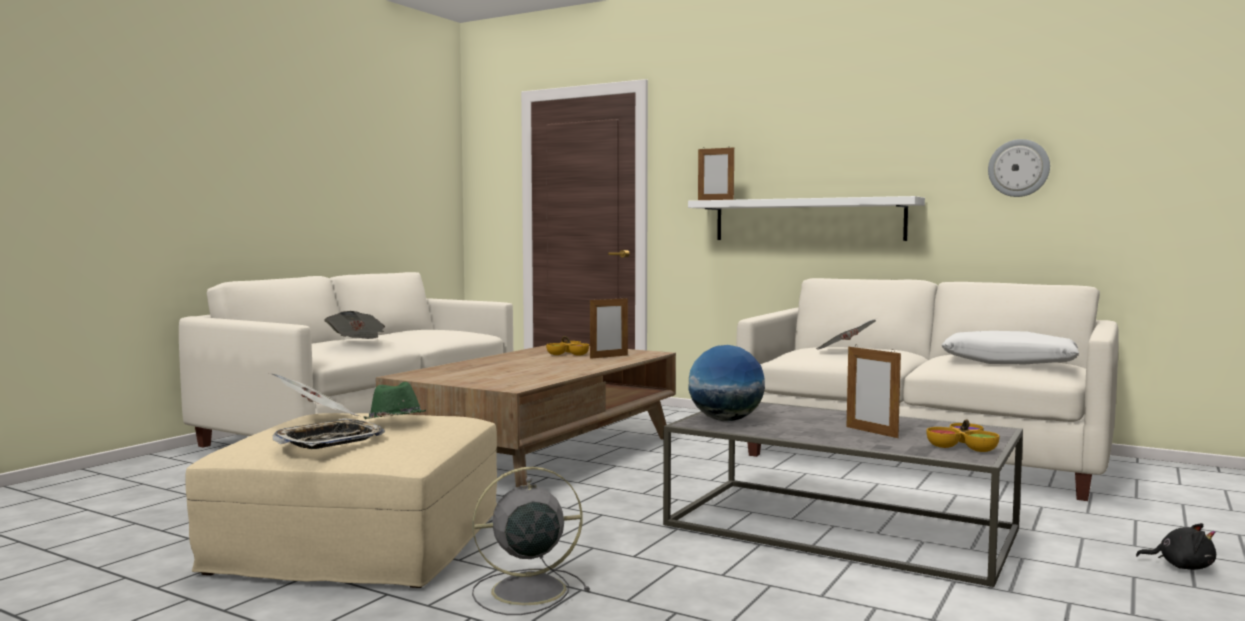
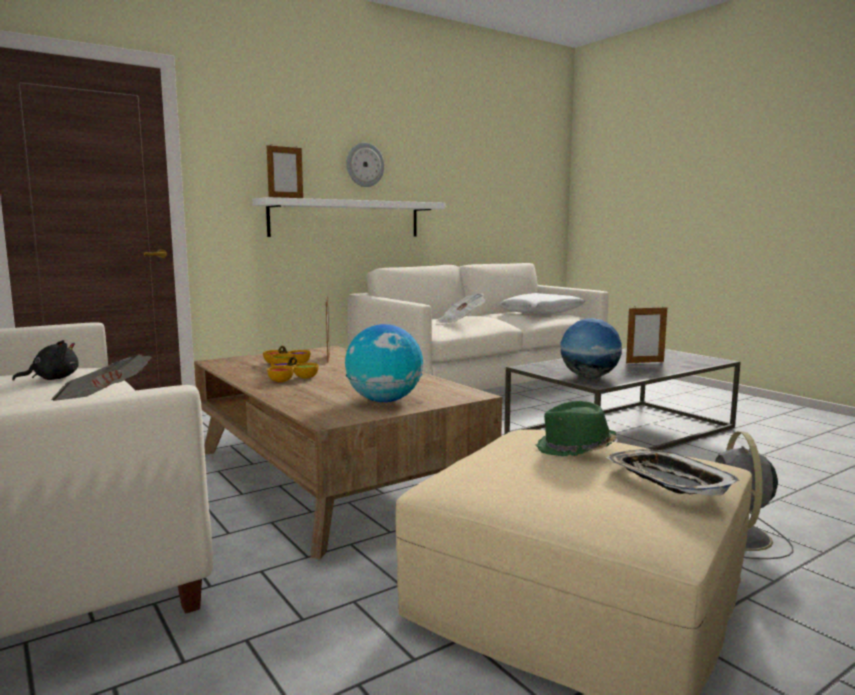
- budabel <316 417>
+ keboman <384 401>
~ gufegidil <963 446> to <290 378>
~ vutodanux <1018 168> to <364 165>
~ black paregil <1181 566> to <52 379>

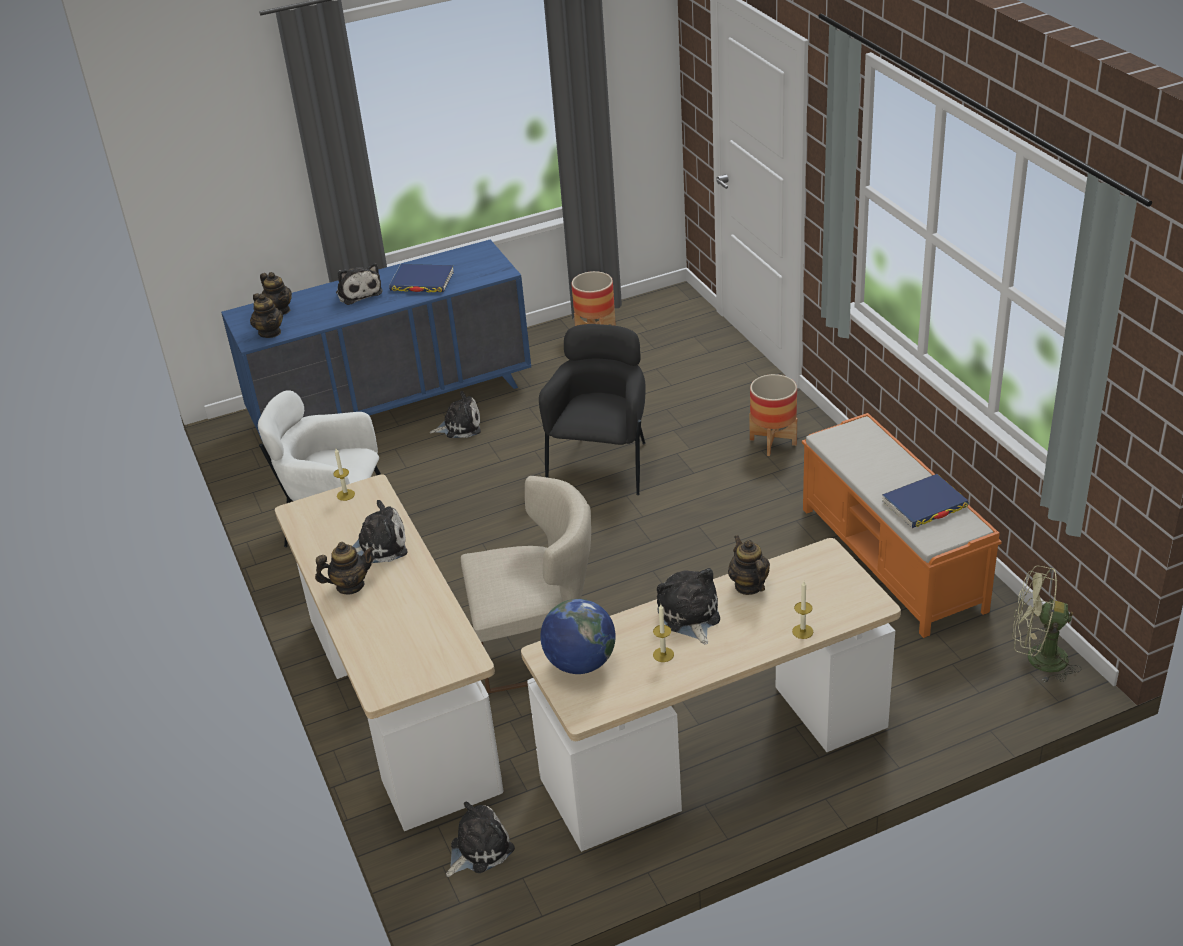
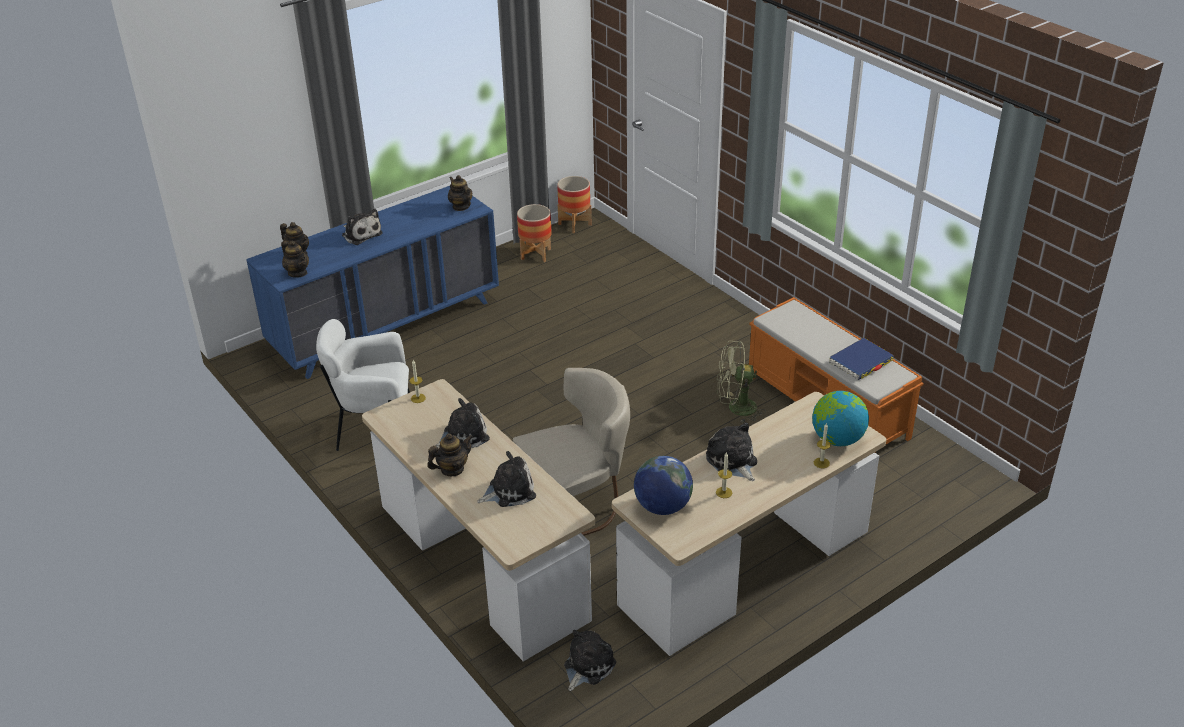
- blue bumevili <422 282>
- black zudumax <602 464>
+ keboman <837 439>
~ paregil <460 426> to <509 491>
~ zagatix <748 585> to <461 206>
~ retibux <773 442> to <575 224>
~ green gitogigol <1037 659> to <735 408>

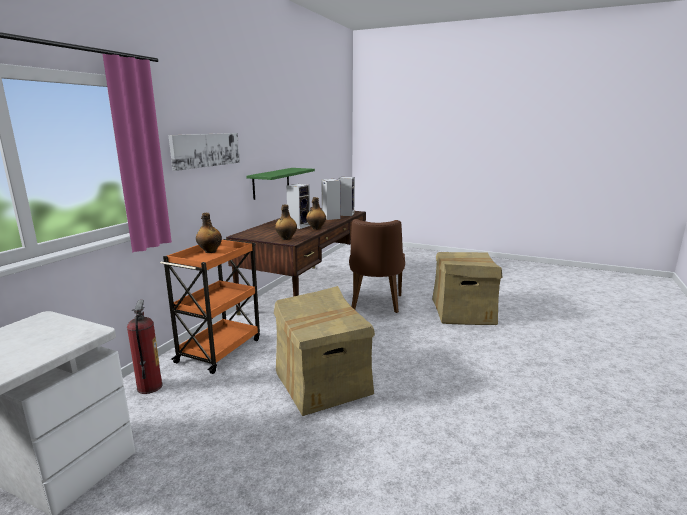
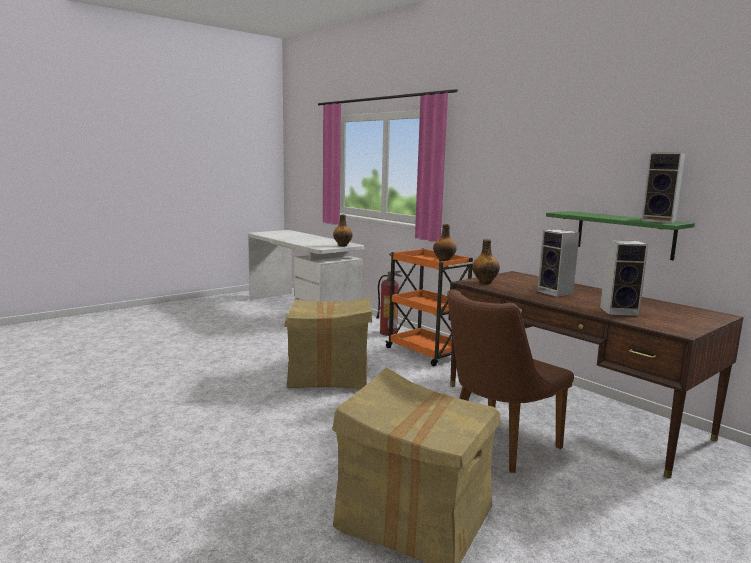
- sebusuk <206 150>
~ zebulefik <316 228> to <343 245>
~ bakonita <346 214> to <660 221>
~ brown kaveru <375 304> = <495 446> 75 degrees counterclockwise

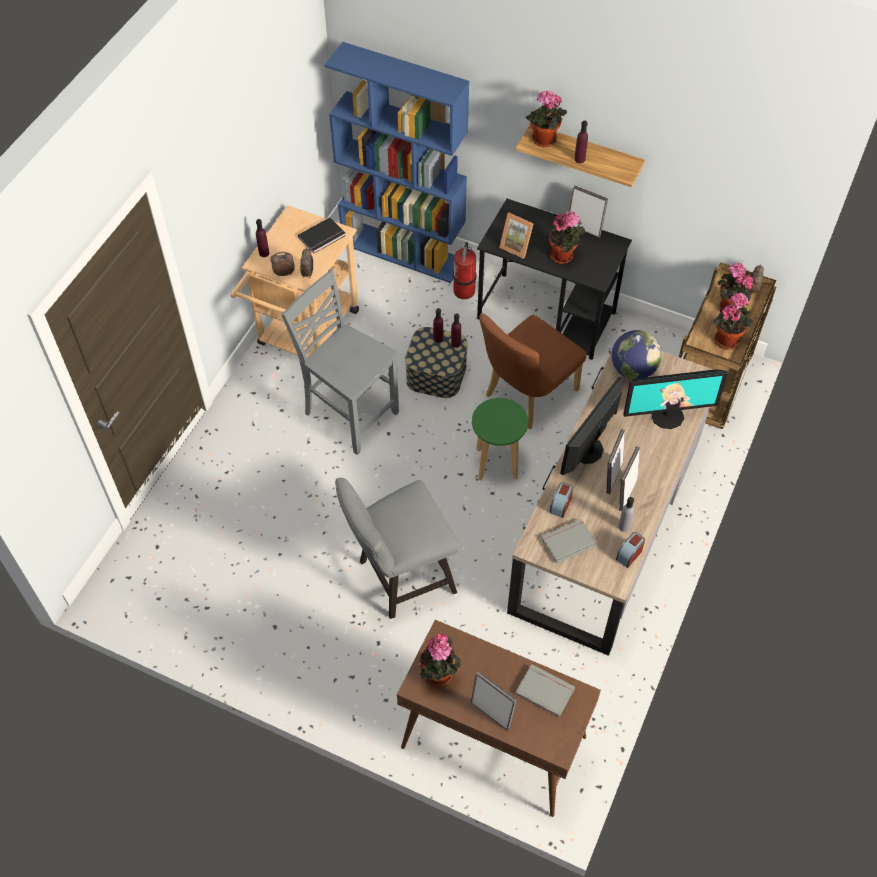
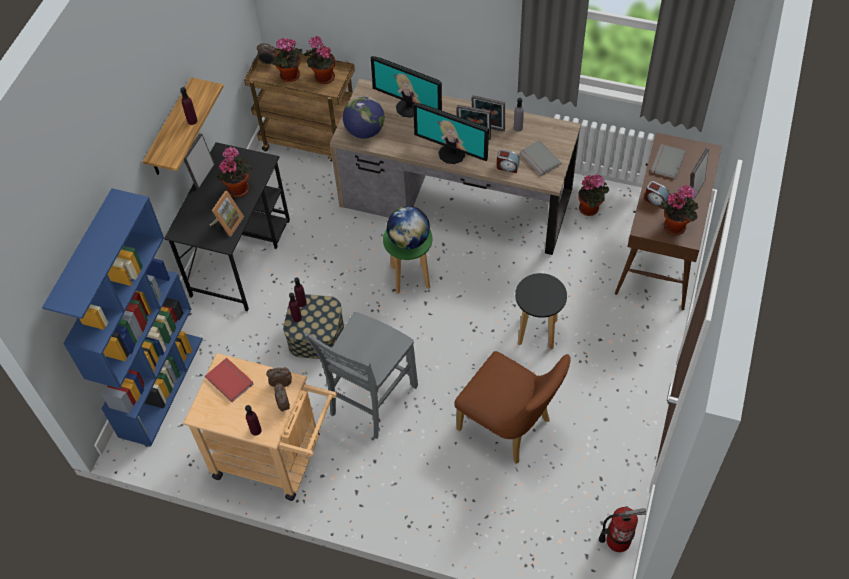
+ keboman <409 240>
~ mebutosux <464 291> to <618 540>
~ brown kaveru <526 396> to <510 427>
~ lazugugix <543 141> to <590 209>
~ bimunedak <629 554> to <655 200>
~ grey kaveru <400 578> to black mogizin <537 333>
~ black bumevili <323 237> to red bumevili <230 379>
~ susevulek <667 416> = <409 108> 135 degrees clockwise

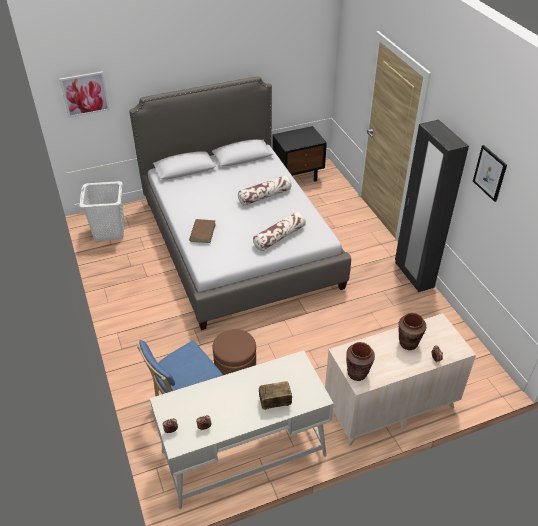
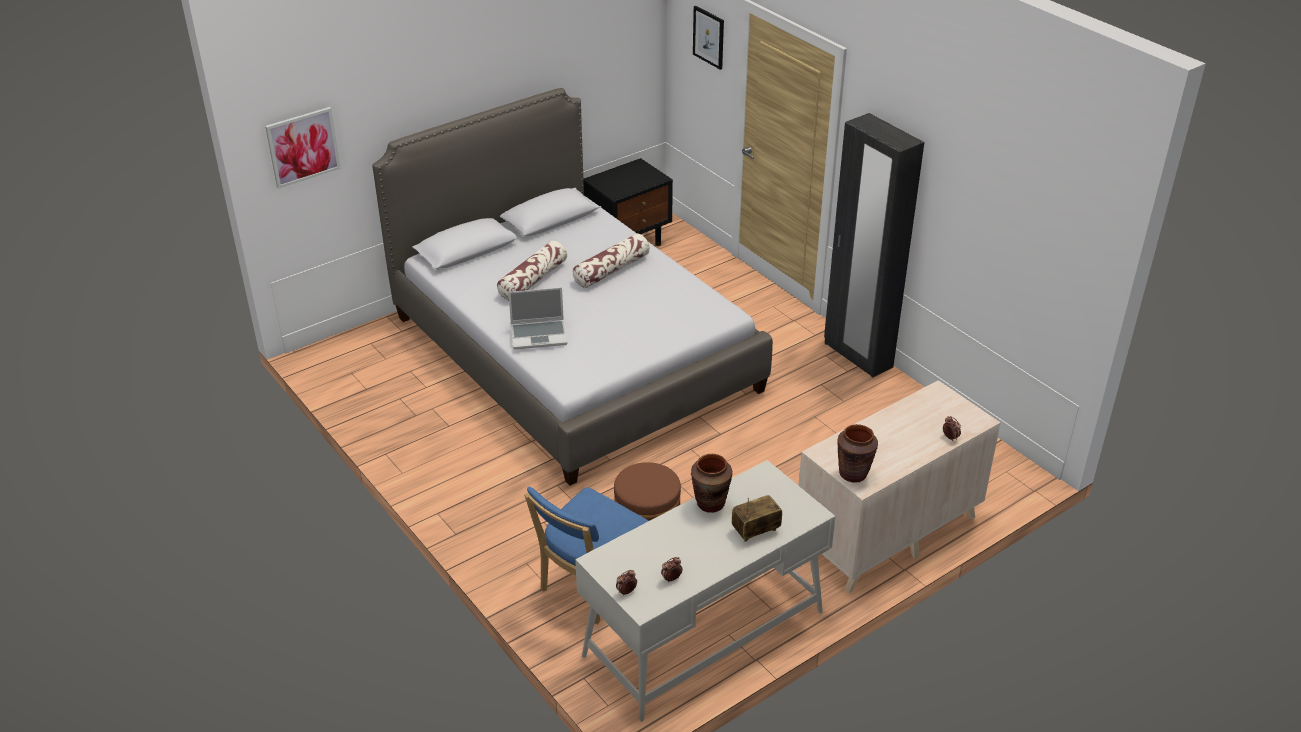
- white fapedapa <109 231>
~ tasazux <279 237> to <533 280>
~ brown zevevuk <408 343> to <710 503>
~ sebusuk <490 173> to <709 37>
~ brown bumevili <202 232> to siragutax <539 335>

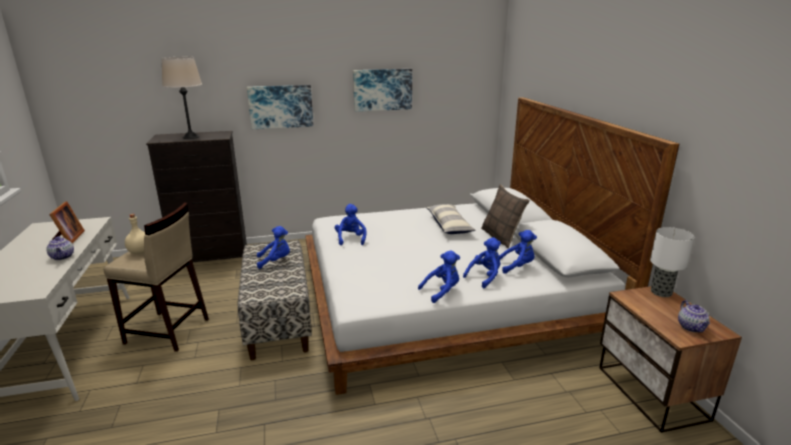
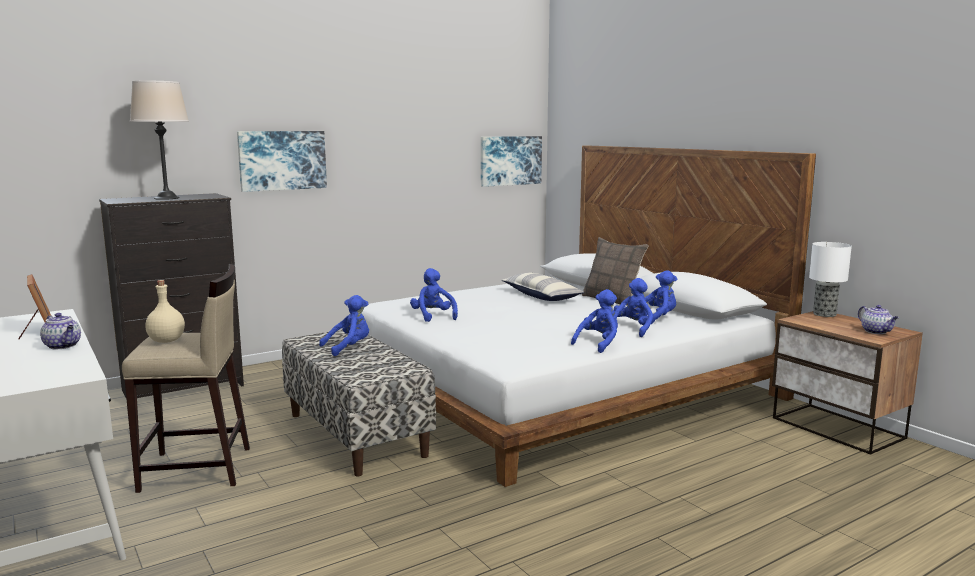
~ sebusuk <382 89> to <510 160>

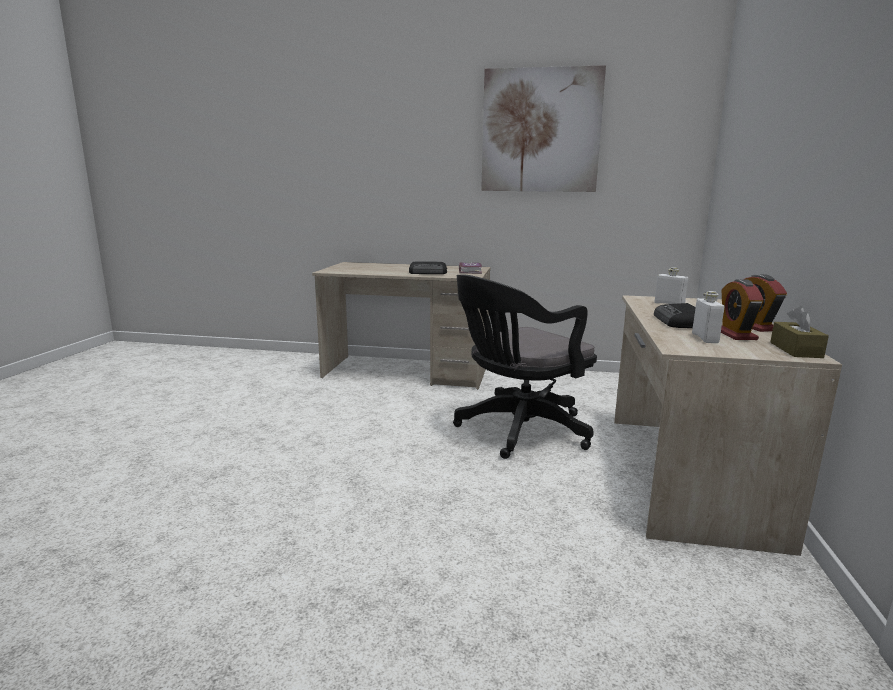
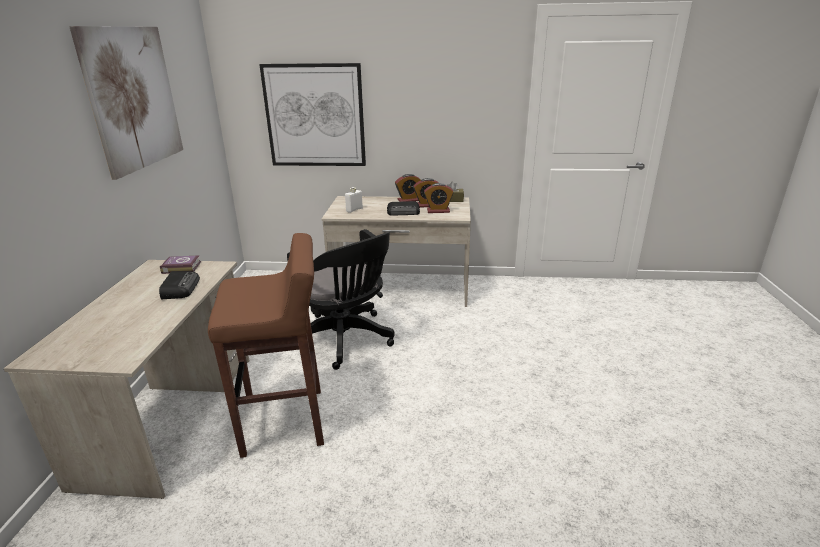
+ brown mogizin <285 422>
+ sebusuk <315 116>
~ white zebulefik <705 338> to bimunedak <438 211>

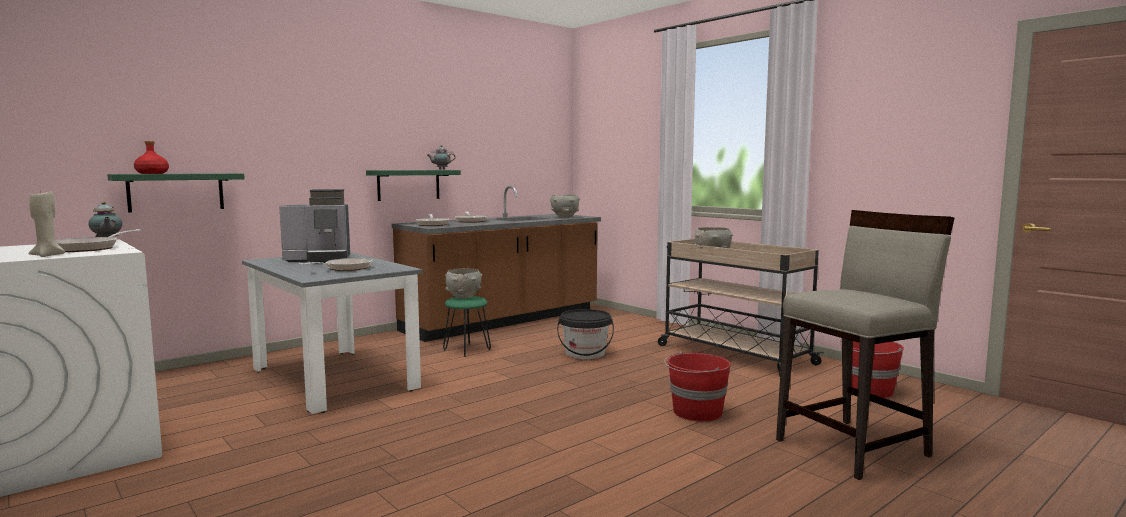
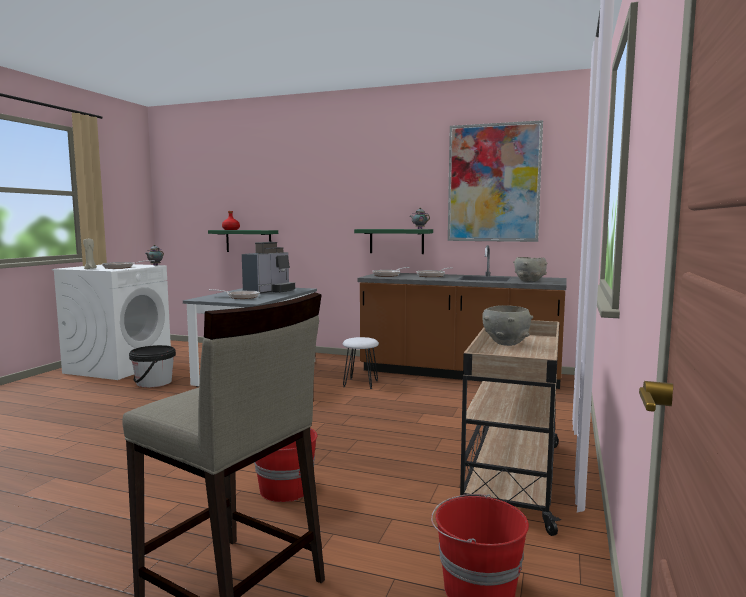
- grey gufegidil <463 297>
+ sebusuk <493 183>
~ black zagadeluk <585 353> to <154 382>
~ green mogizin <466 350> to white mogizin <360 383>
~ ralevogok <320 260> = <269 291> 105 degrees counterclockwise

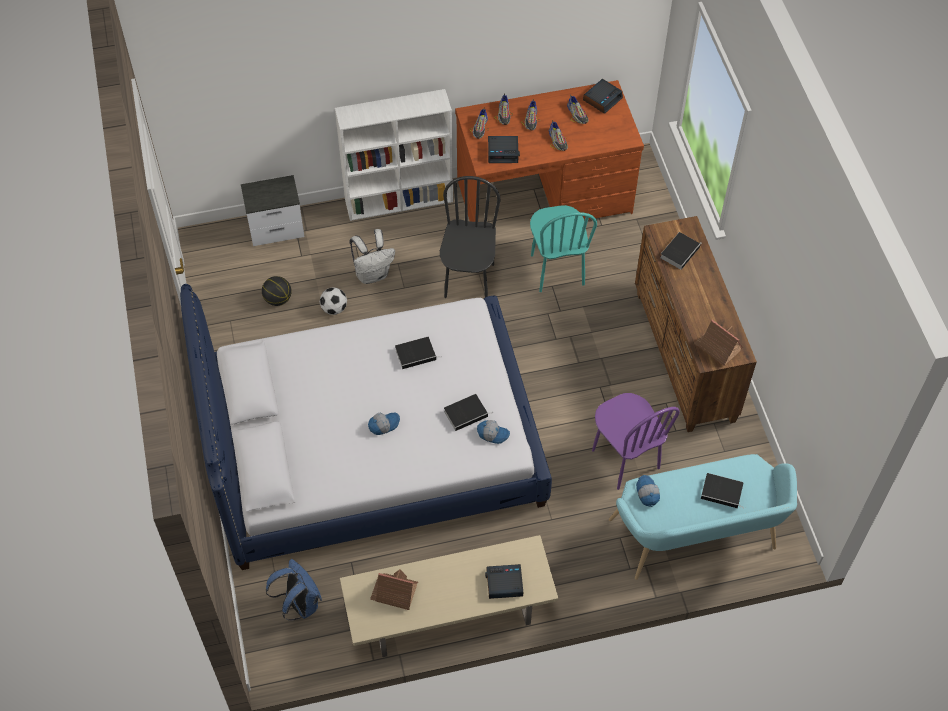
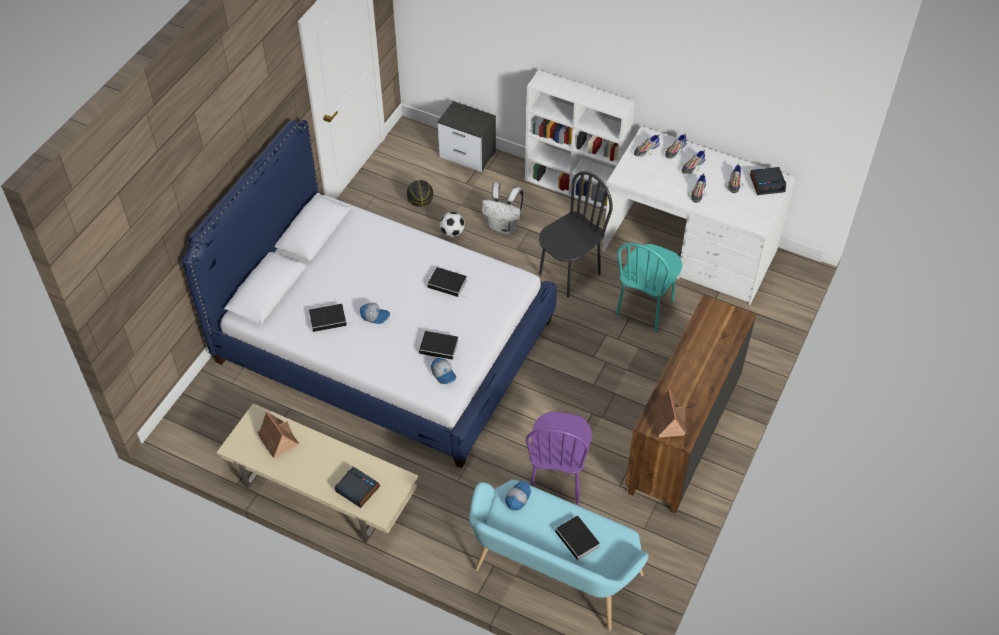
- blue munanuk <299 604>
- bimunedak <503 152>
~ bumevili <680 251> to <329 319>
~ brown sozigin <545 197> to white sozigin <689 251>

